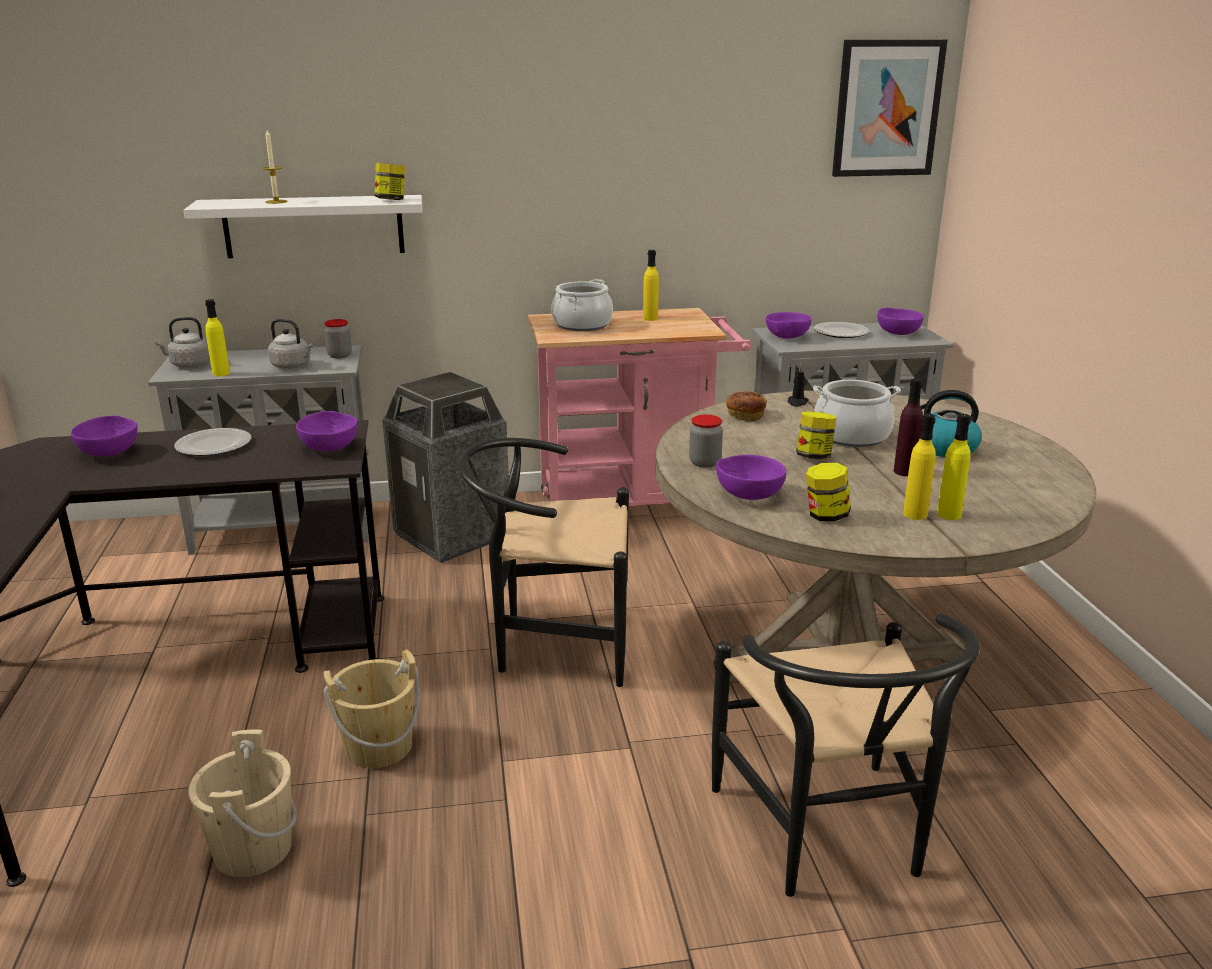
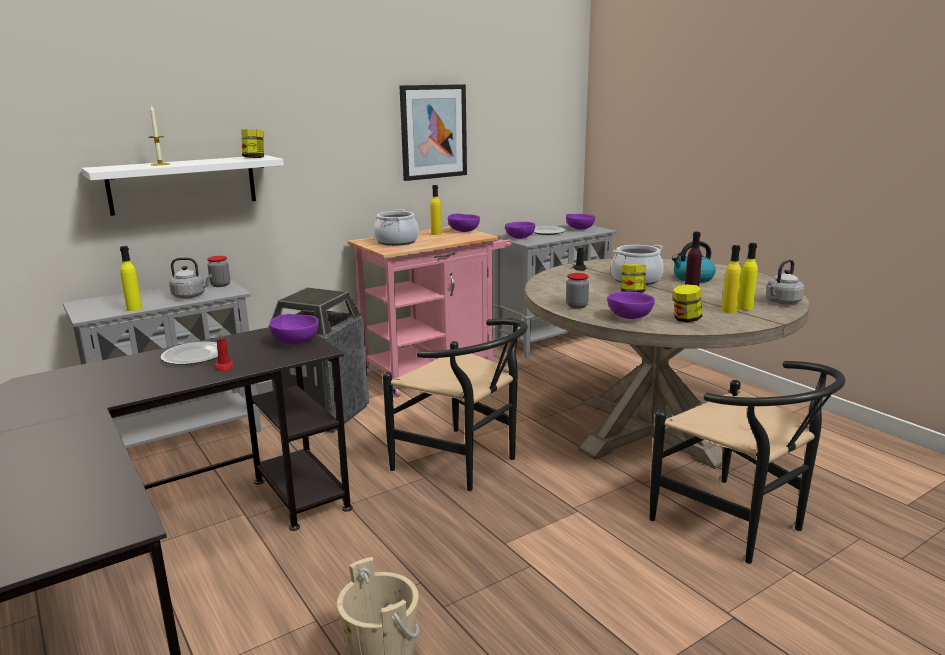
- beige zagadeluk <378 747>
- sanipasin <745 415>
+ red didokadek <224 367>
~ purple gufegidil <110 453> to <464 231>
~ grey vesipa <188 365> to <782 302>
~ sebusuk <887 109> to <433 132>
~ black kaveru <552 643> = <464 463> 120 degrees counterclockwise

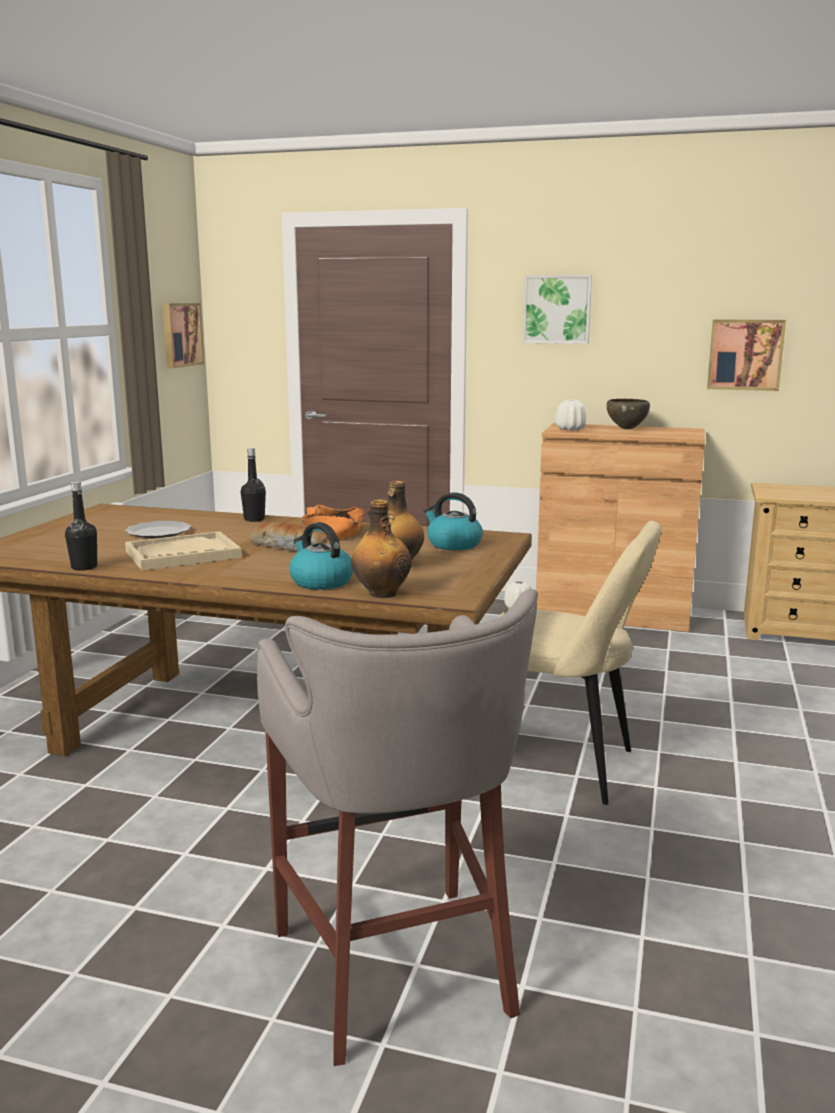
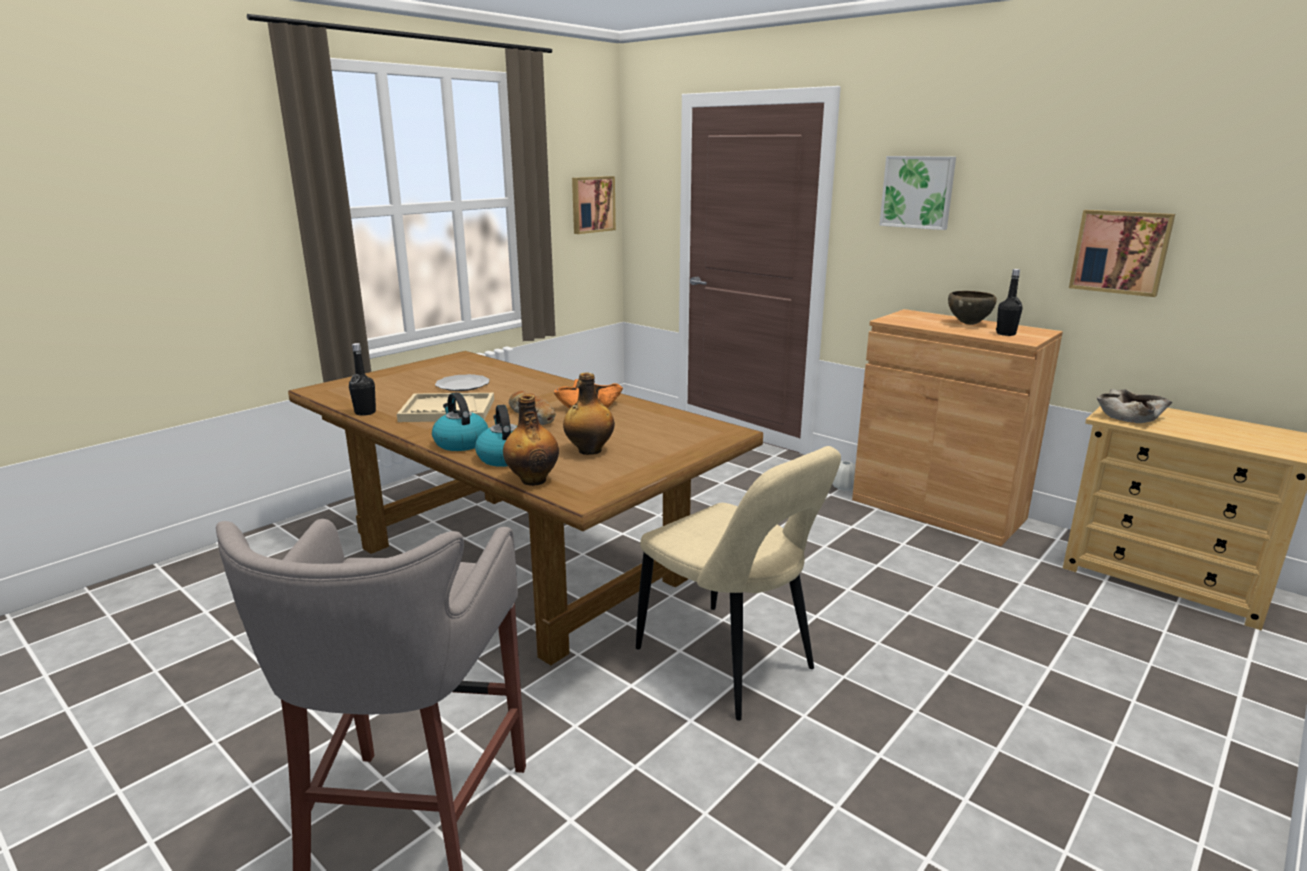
- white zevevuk <570 429>
+ beige gufegidil <1128 416>
~ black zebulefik <254 519> to <1006 334>
~ vesipa <453 544> to <460 443>

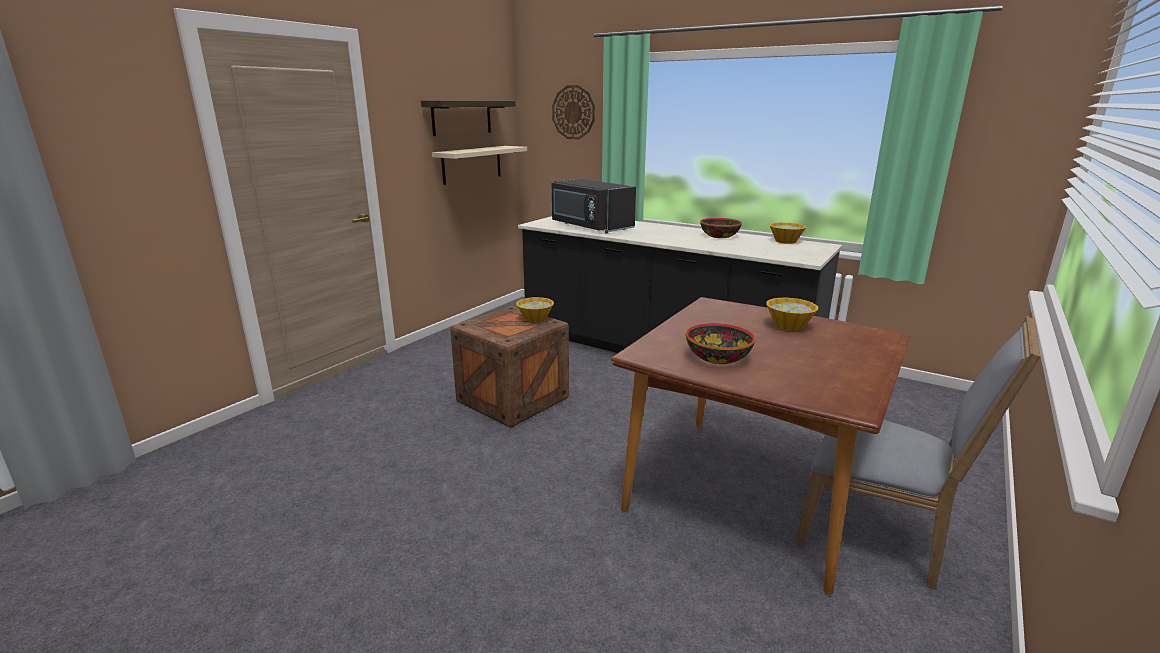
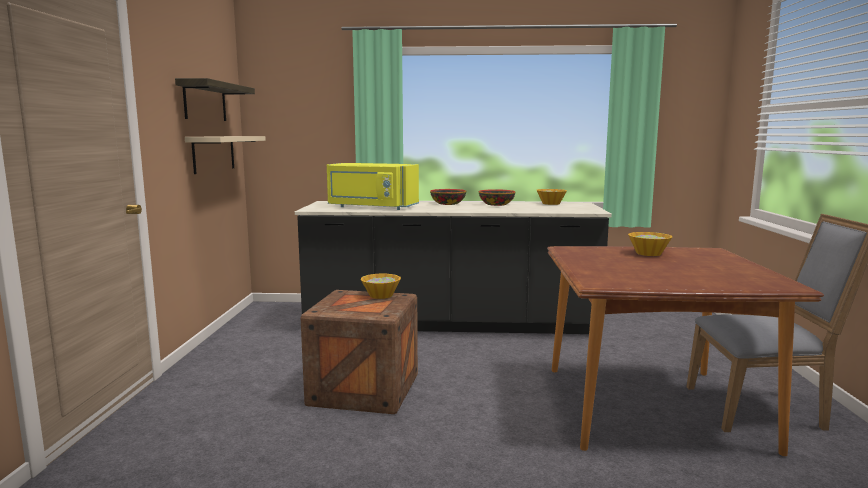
- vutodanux <573 112>
~ gufegidil <718 357> to <448 204>
~ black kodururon <589 227> to yellow kodururon <371 207>

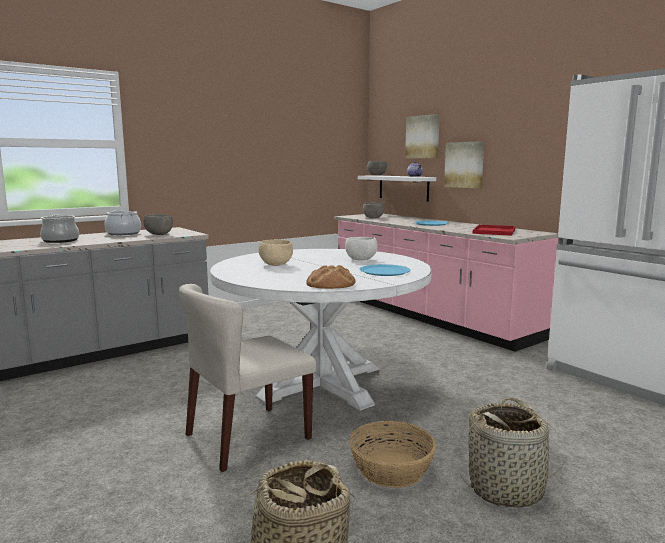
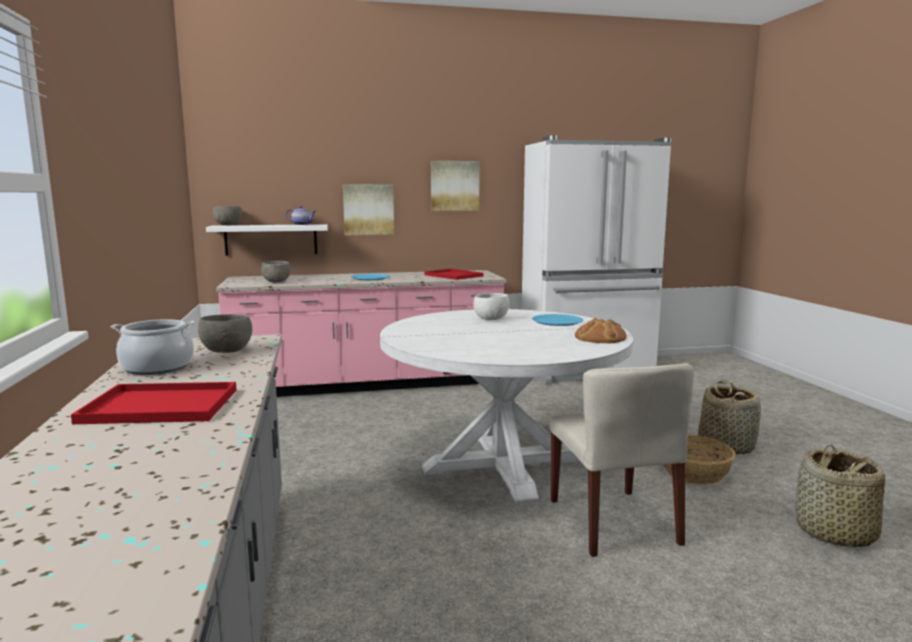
- beige gufegidil <275 265>
~ sebusuk <423 137> to <454 186>
~ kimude <61 240> to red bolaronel <164 405>

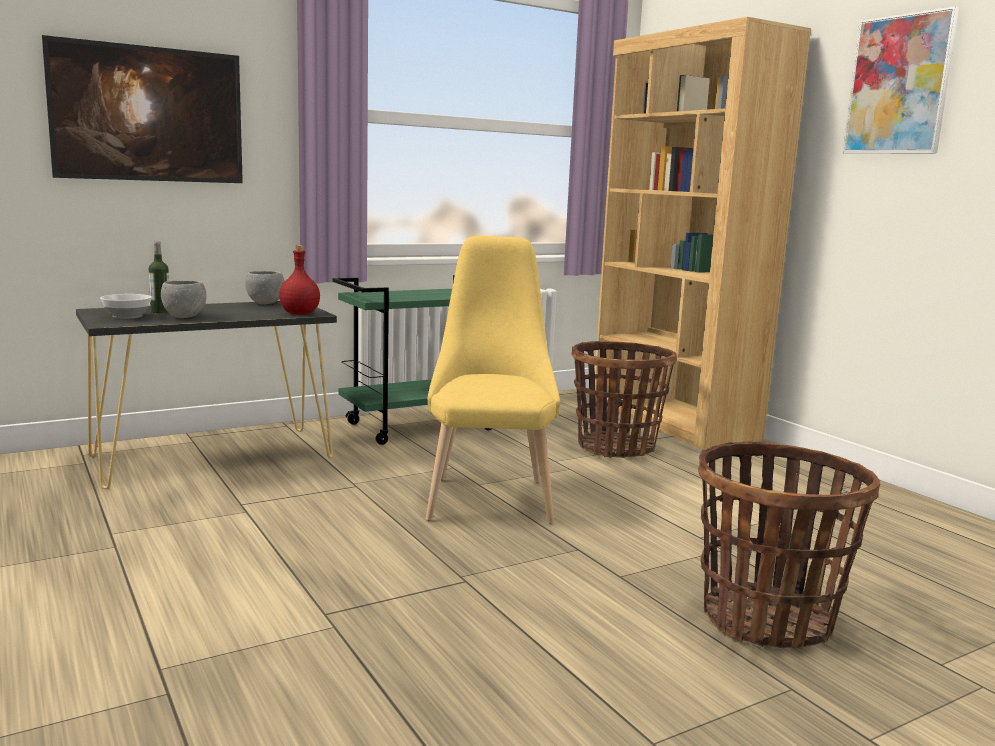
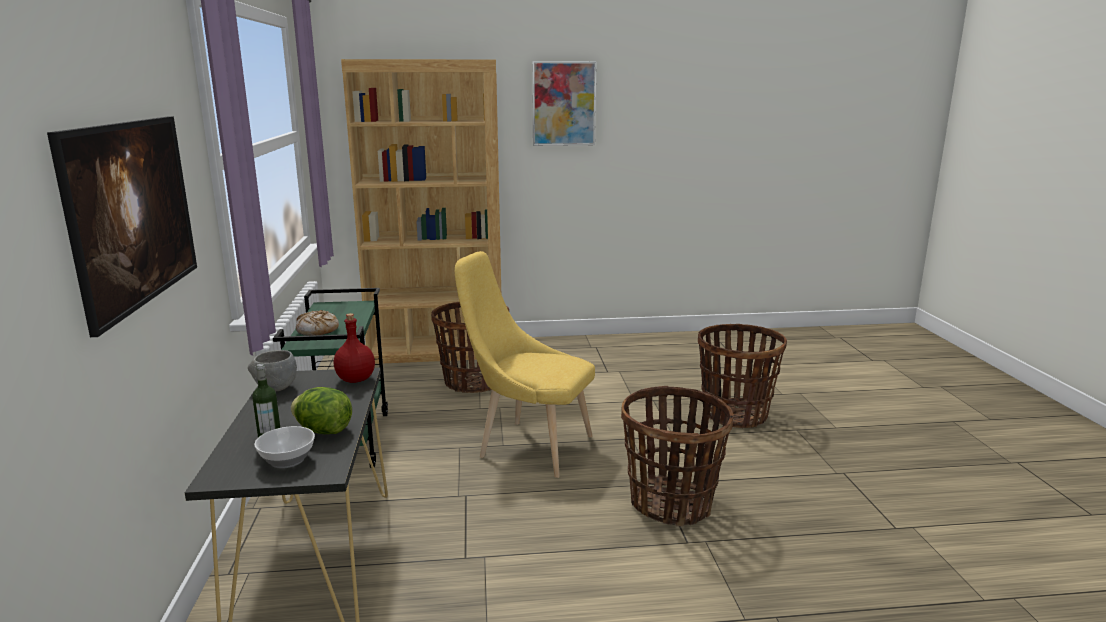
+ sanipasin <317 330>
+ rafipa <671 504>
~ grey gufegidil <185 317> to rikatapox <323 431>

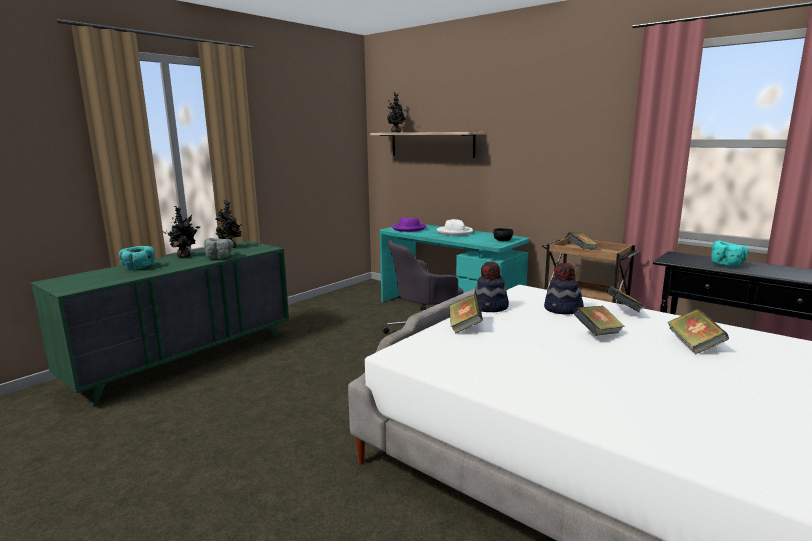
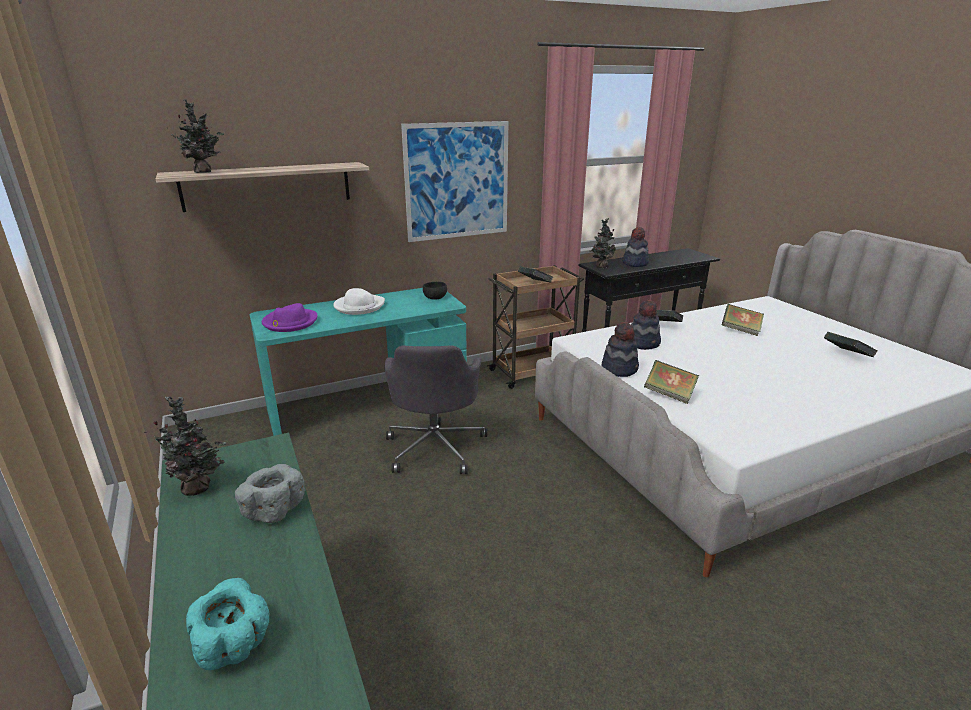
+ sebusuk <457 181>
~ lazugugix <185 256> to <600 266>
~ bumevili <597 334> to <846 356>
~ turquoise gufegidil <727 264> to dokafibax <635 263>

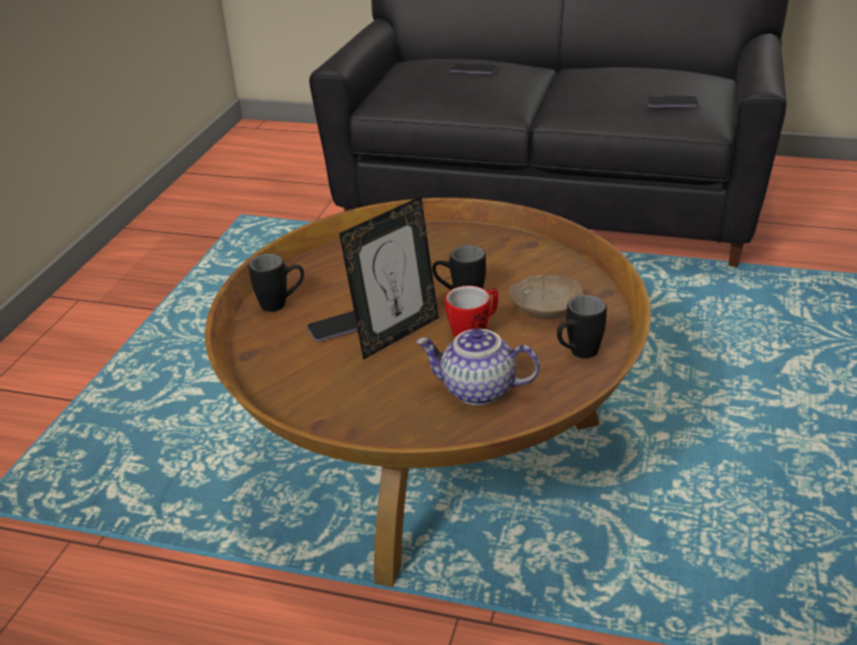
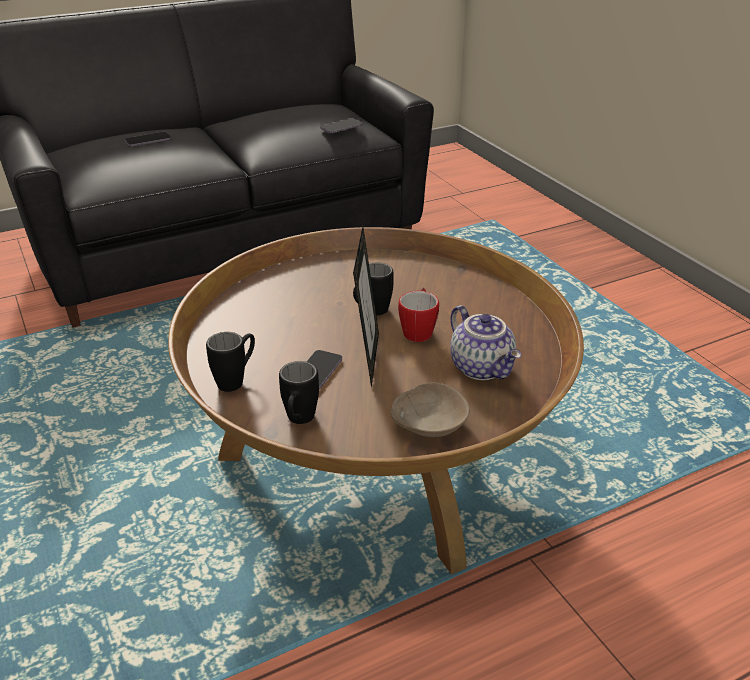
~ beige gufegidil <545 308> to <428 423>
~ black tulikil <577 354> to <299 422>
~ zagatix <477 391> = <483 368> 90 degrees counterclockwise

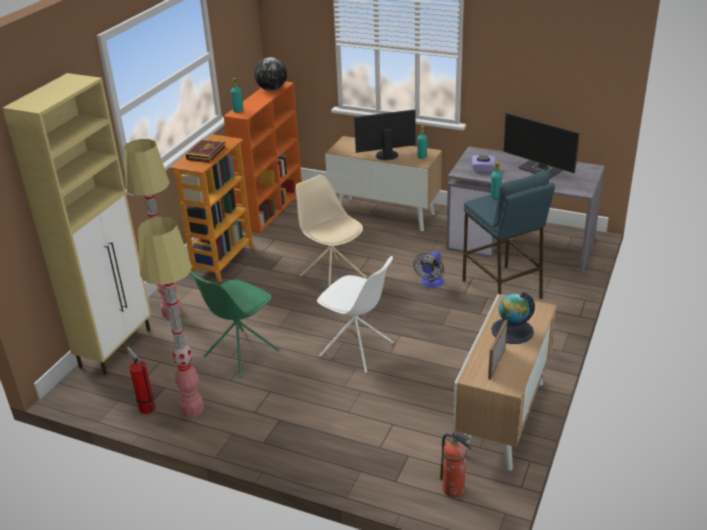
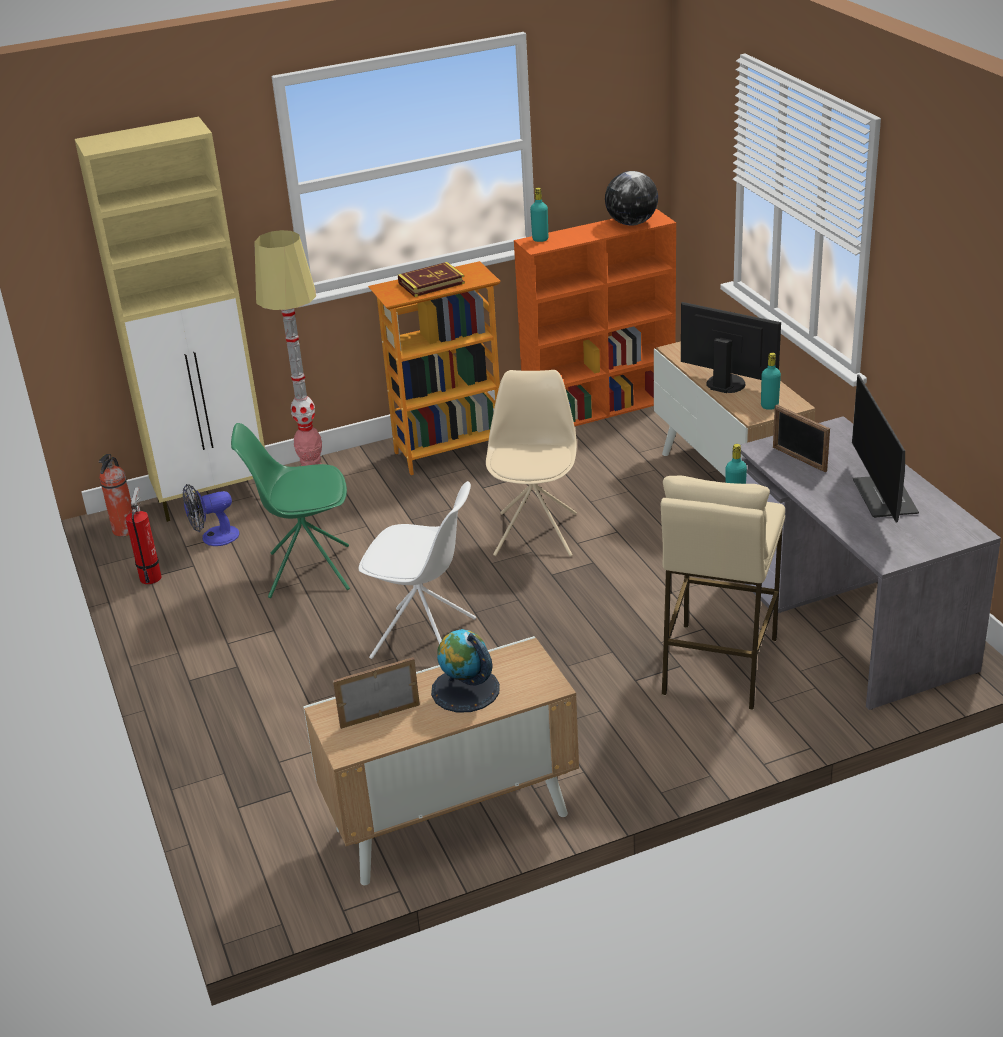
- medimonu <192 409>
~ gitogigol <431 284> to <213 538>
~ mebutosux <454 490> to <124 530>
~ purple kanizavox <482 169> to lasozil <799 459>
~ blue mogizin <502 289> to beige mogizin <717 666>
~ white kaveru <357 350> = <426 639> 60 degrees counterclockwise

